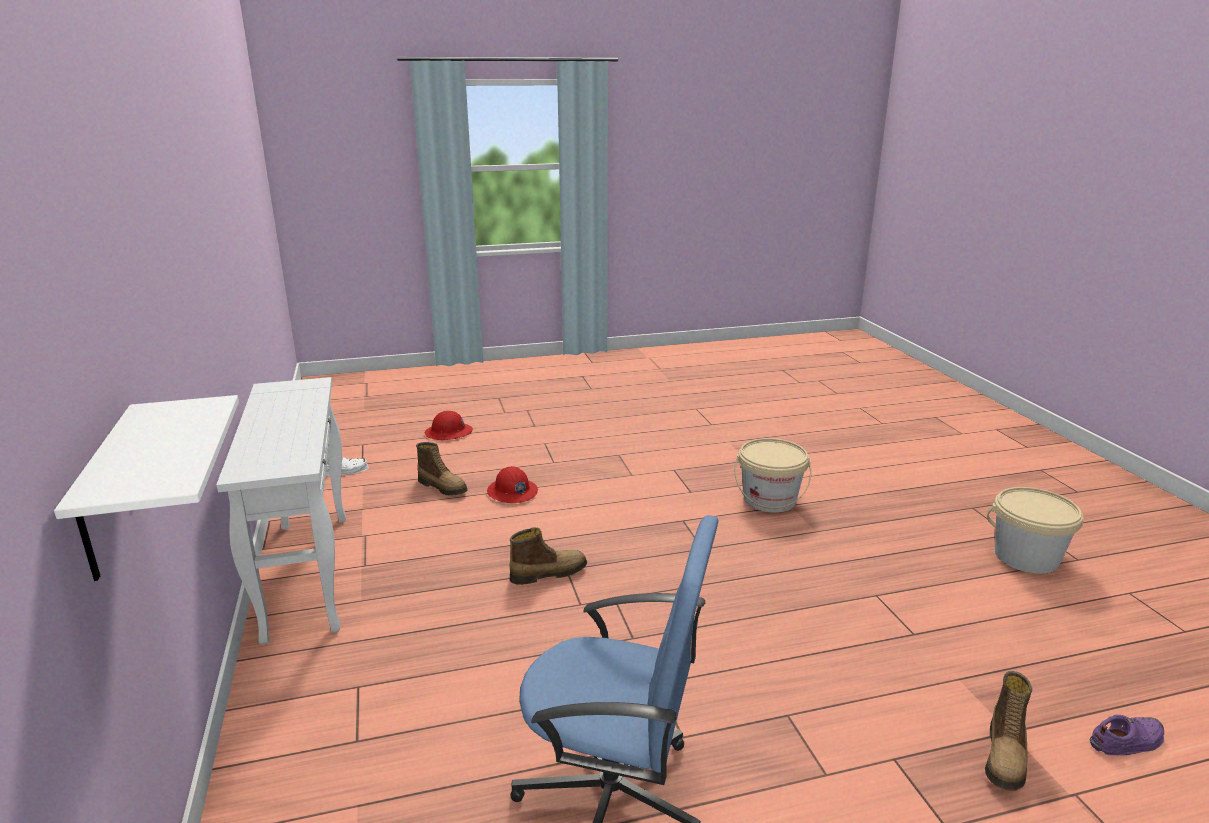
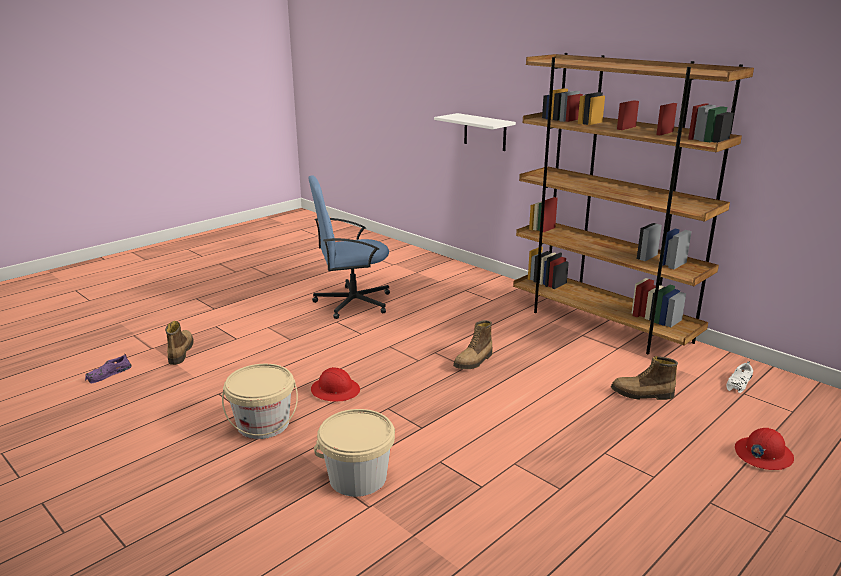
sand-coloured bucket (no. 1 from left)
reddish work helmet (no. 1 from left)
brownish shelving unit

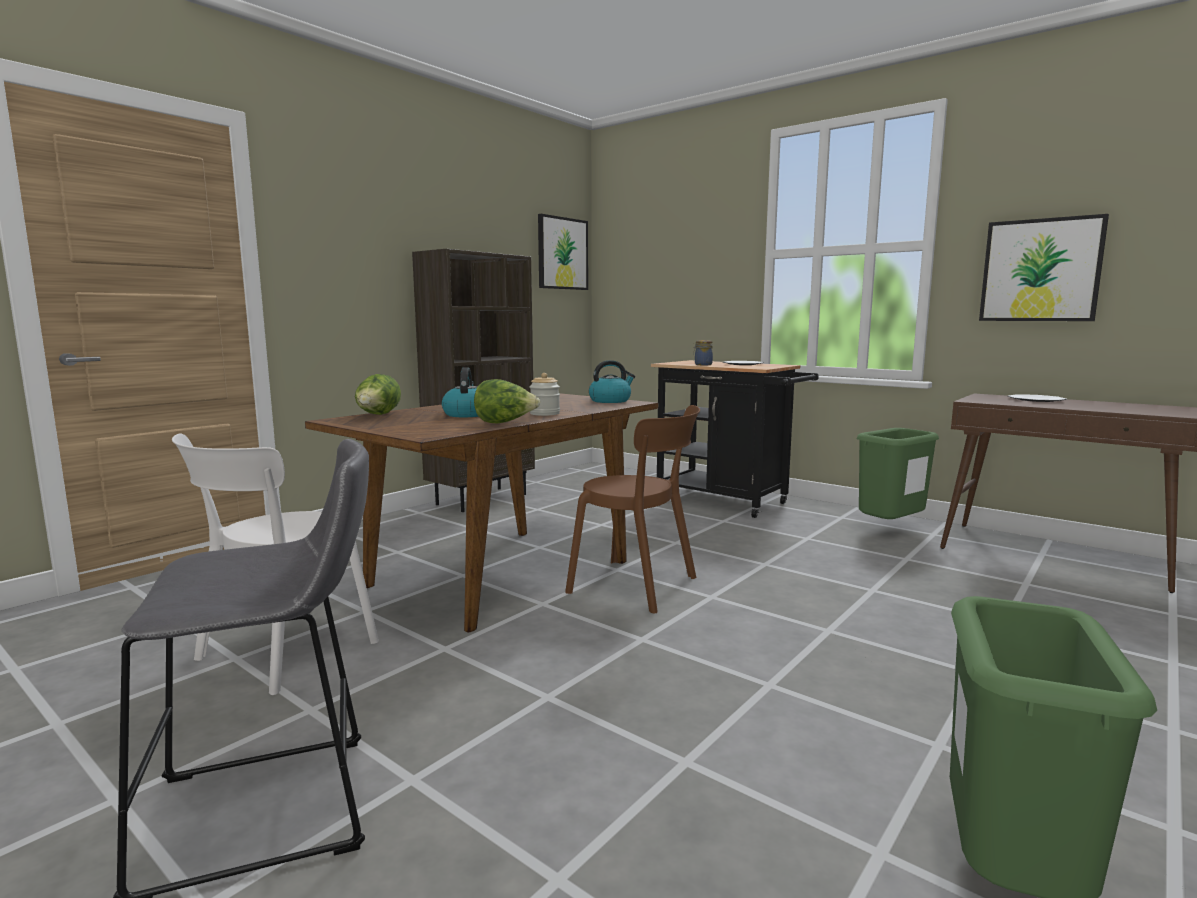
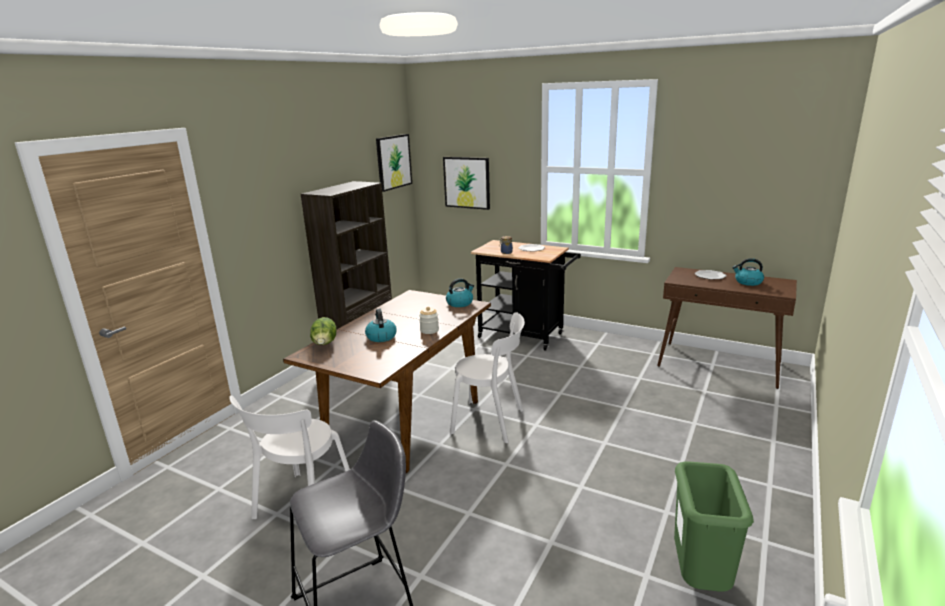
wall art (no. 2 from left)
white-coloured upright chair (no. 2 from left)
tea kettle (no. 3 from left)
lettuce (no. 2 from left in the first image)
green-coloured trash can (no. 1 from left in the first image)

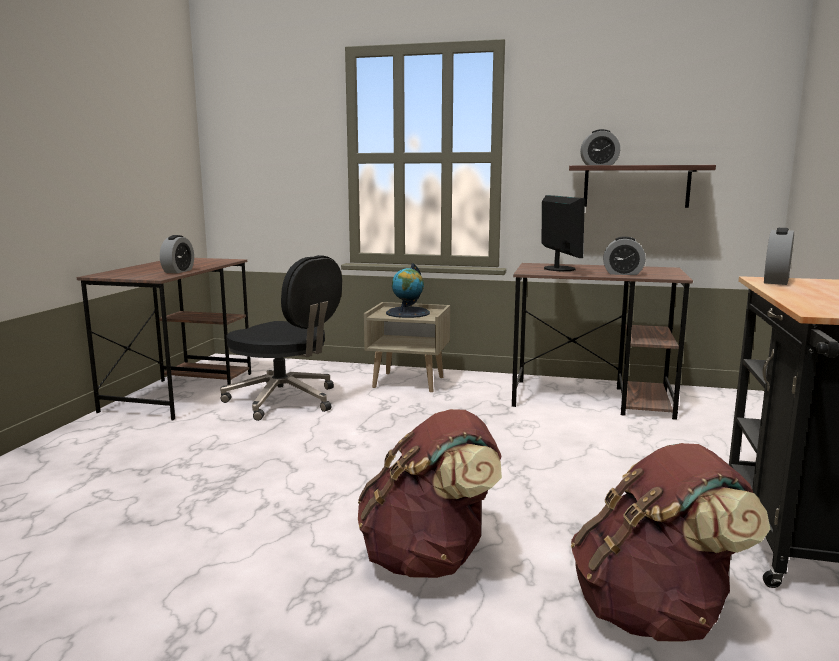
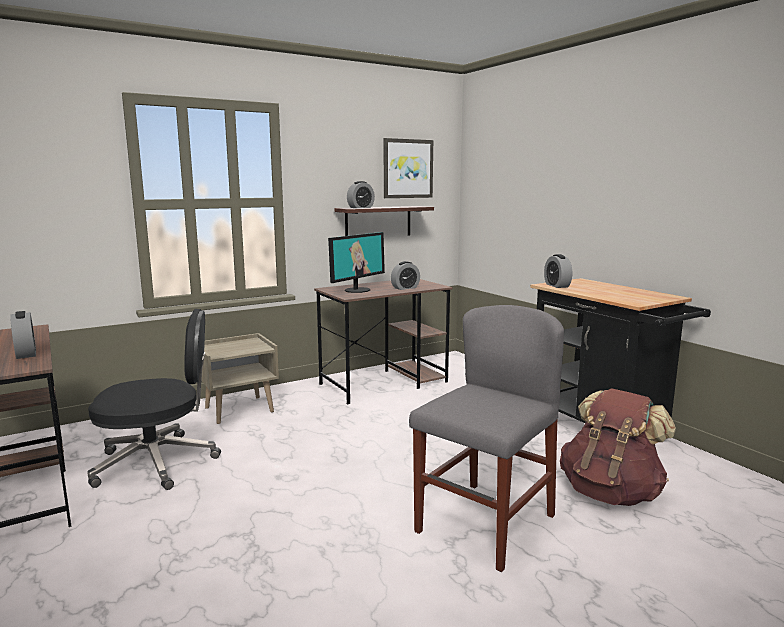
computer screen
wall art
gray upright chair
globe

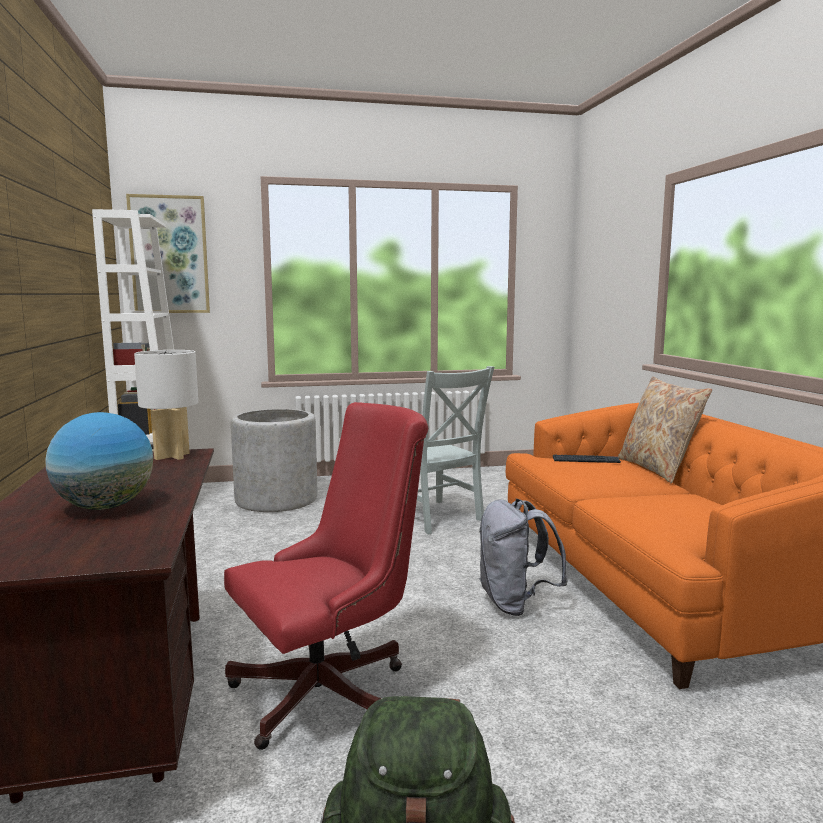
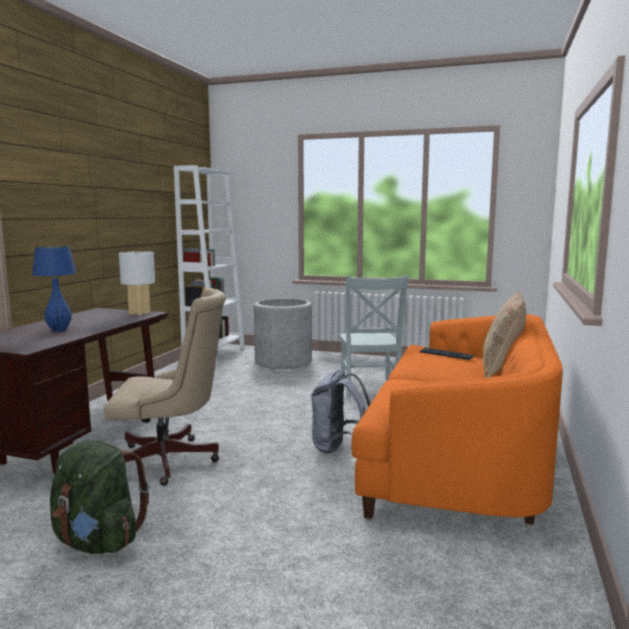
blue tabletop lamp
sand-coloured office chair
wall art

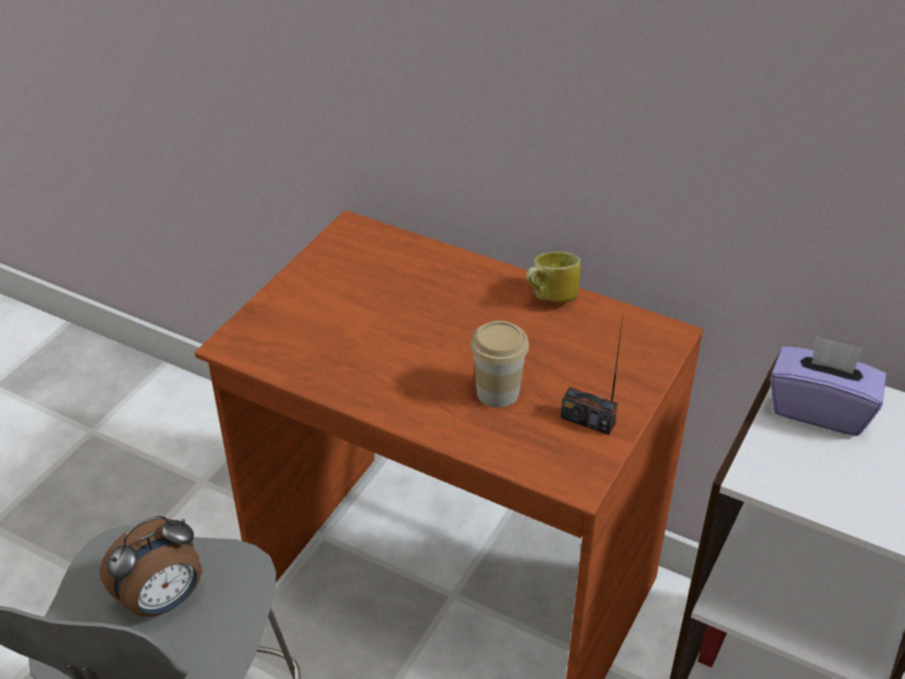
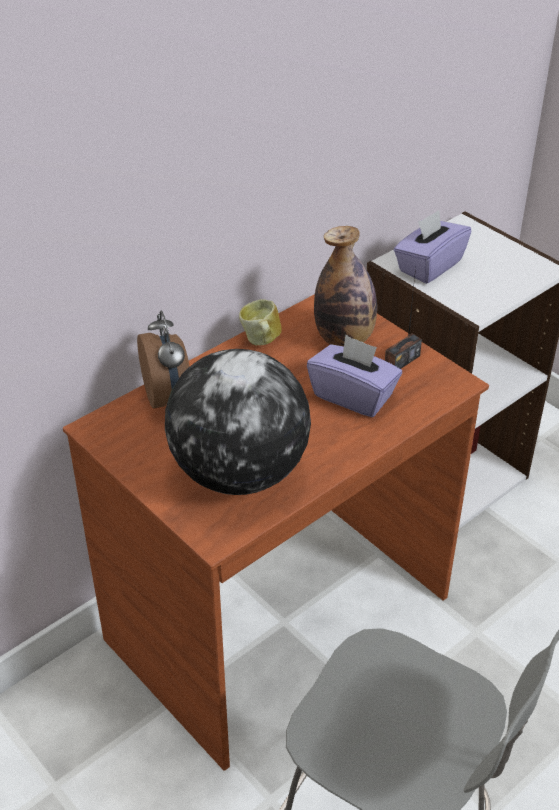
bedside clock
globe
purple tissue box (no. 1 from left)
drink bottle

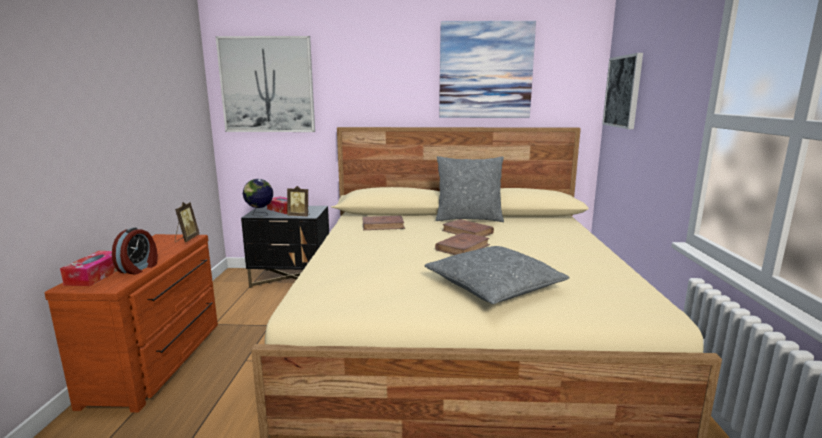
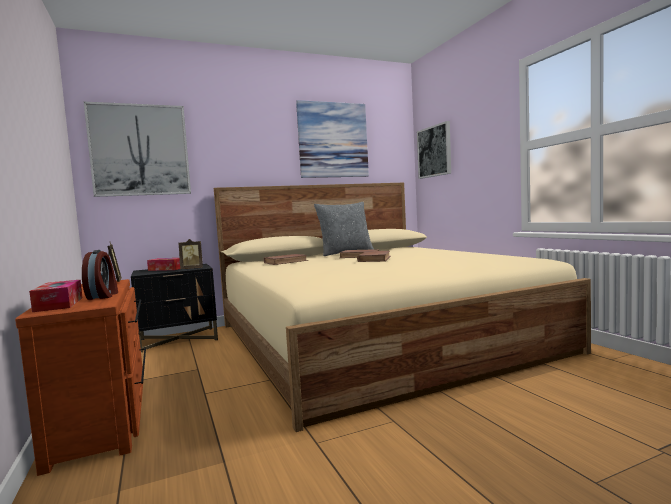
globe
gray cushion (no. 2 from left in the first image)

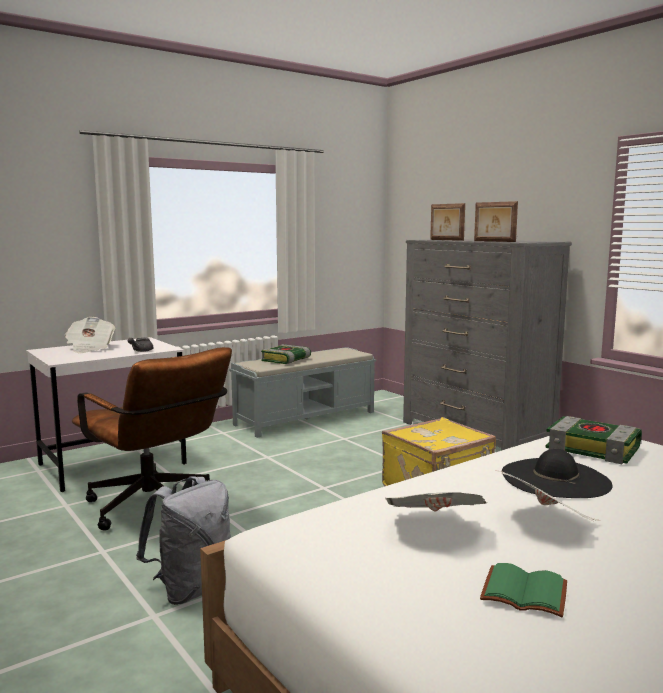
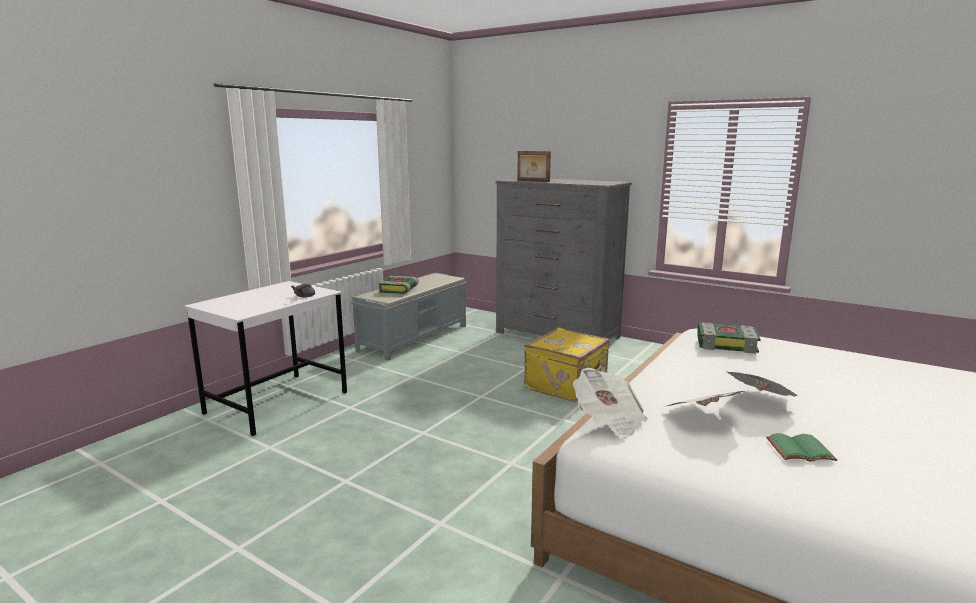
newspaper (no. 1 from left)
brownish office chair
gray backpack
picture frame (no. 2 from left in the first image)
black-coloured hat

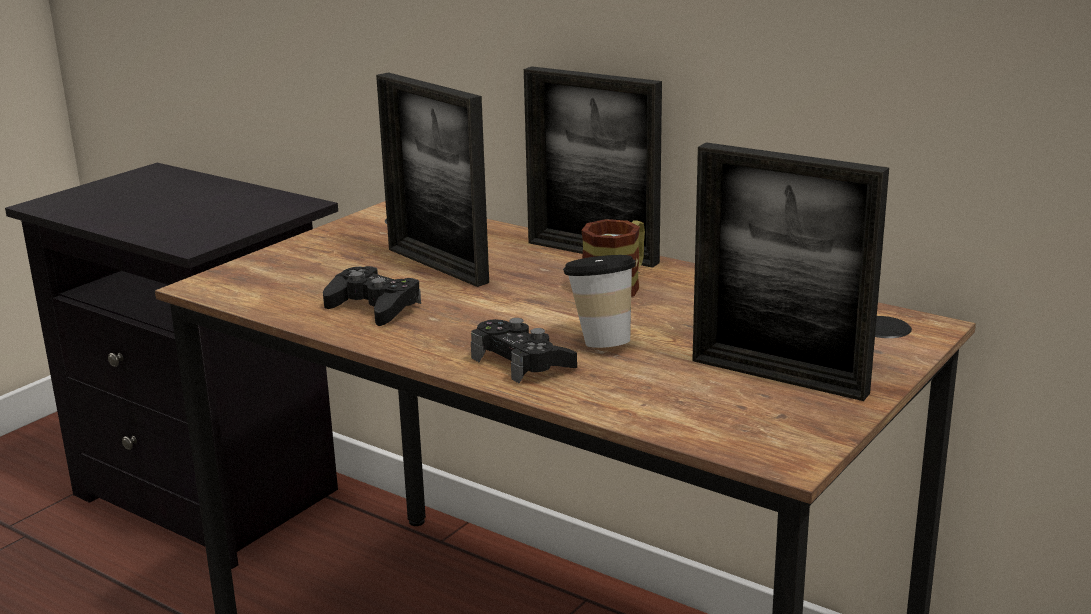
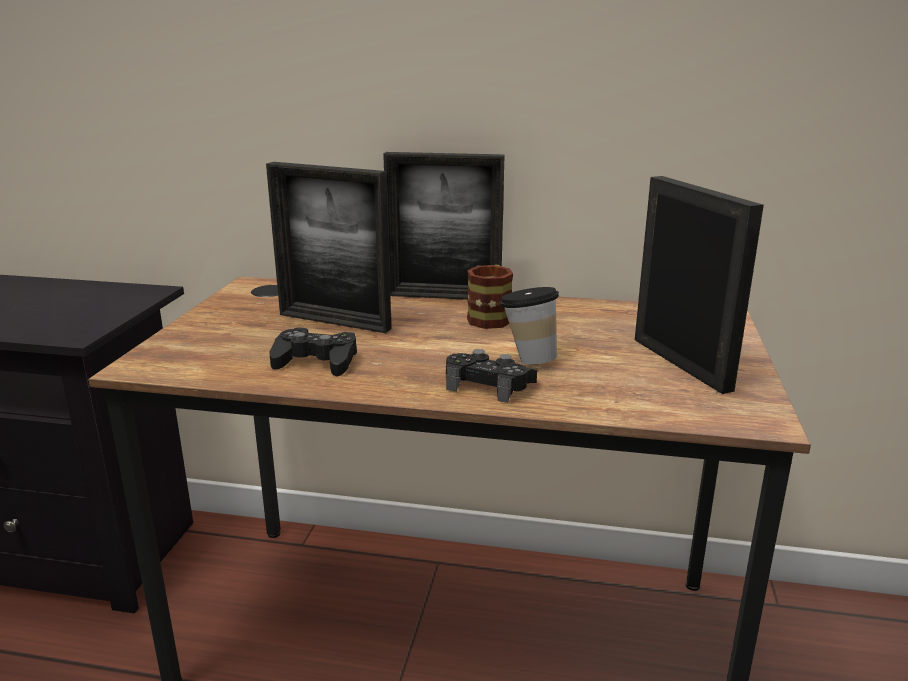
picture frame (no. 3 from left)

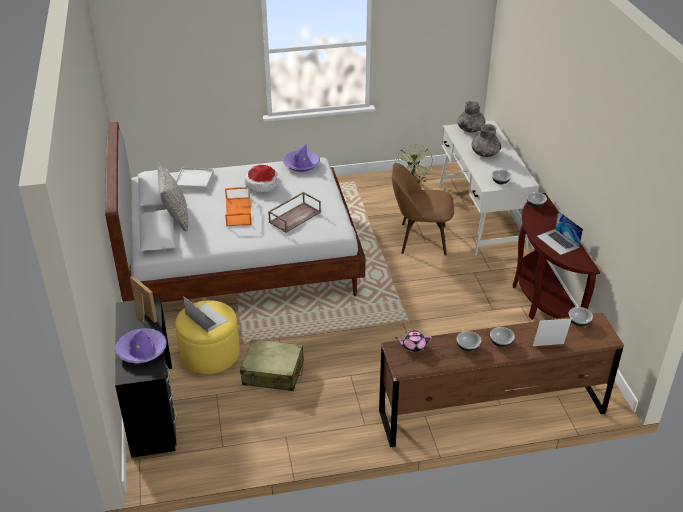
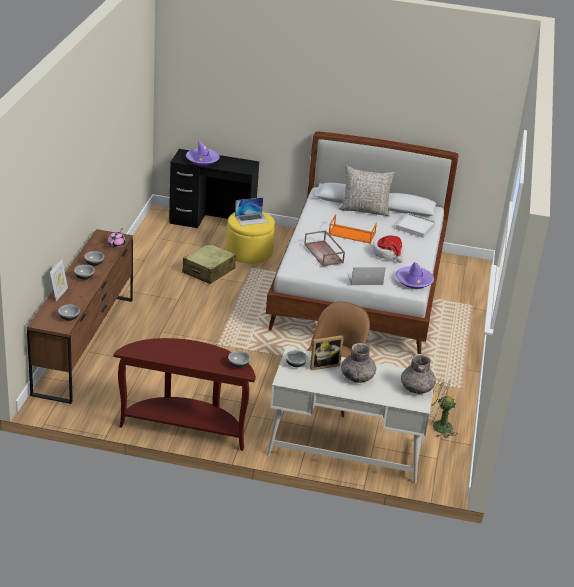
picture frame (no. 2 from left)
laptop (no. 2 from left)

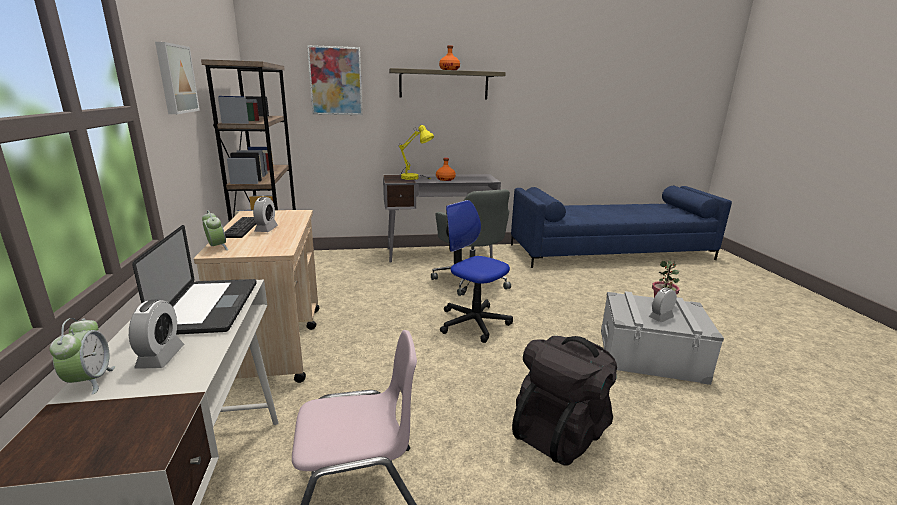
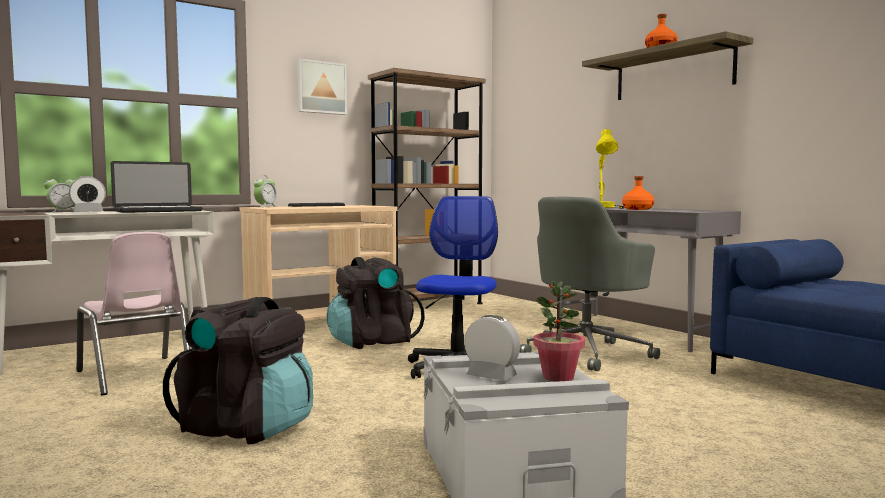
black-coloured backpack (no. 2 from left)
bedside clock (no. 4 from left in the first image)
wall art (no. 2 from left in the first image)

